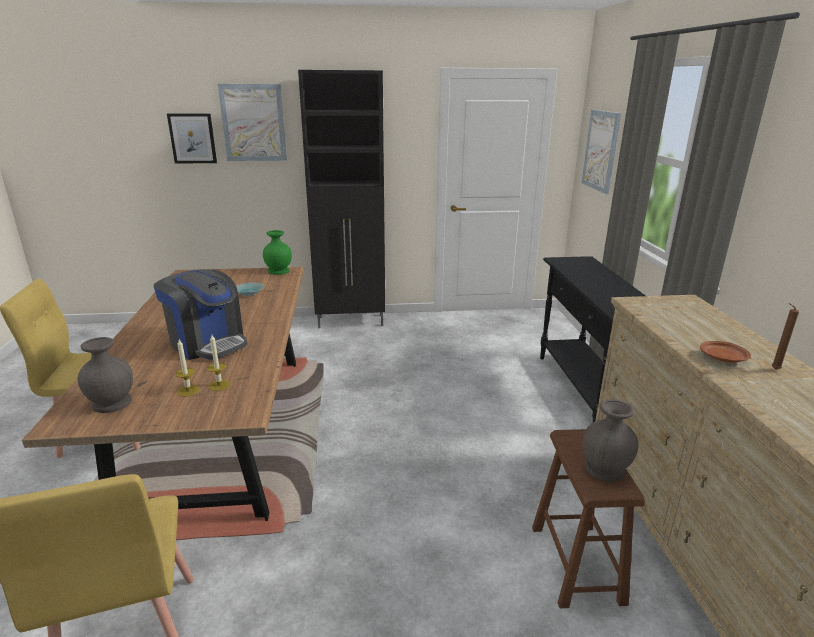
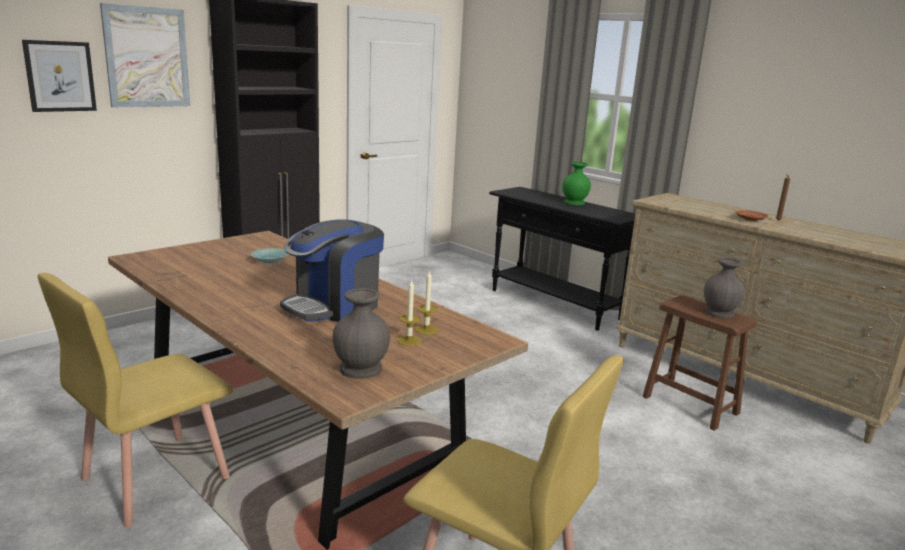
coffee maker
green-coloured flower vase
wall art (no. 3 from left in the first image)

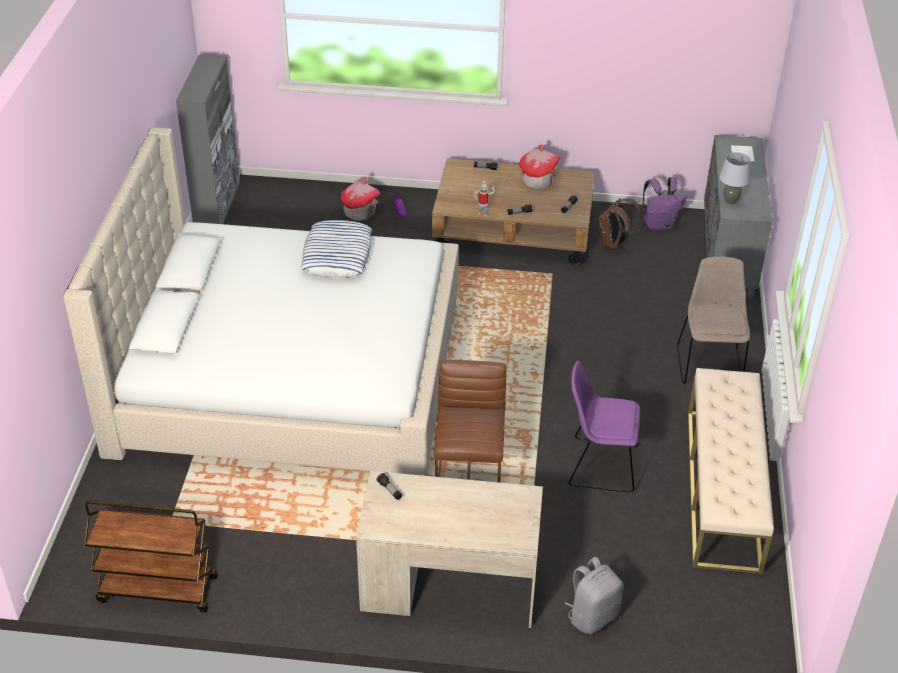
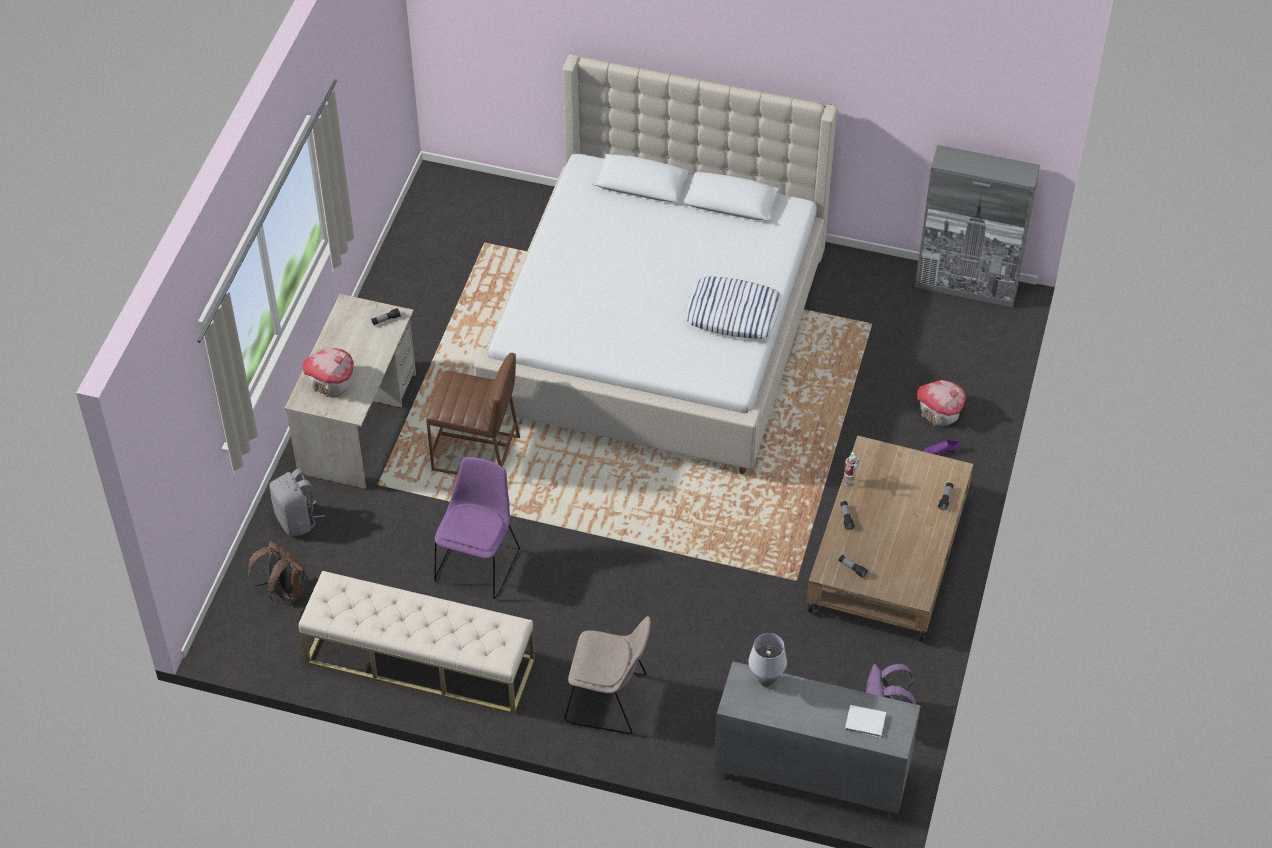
brownish backpack
model house (no. 1 from left)
brownish cart

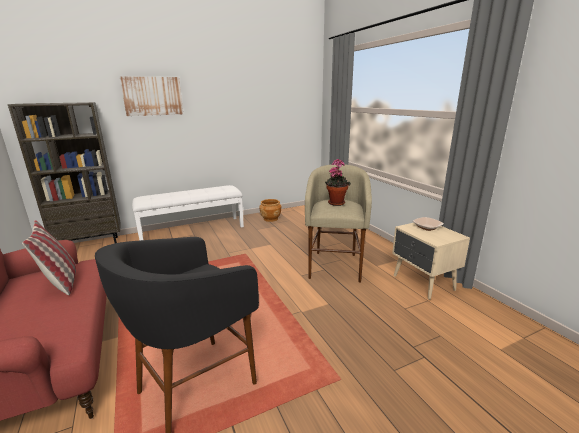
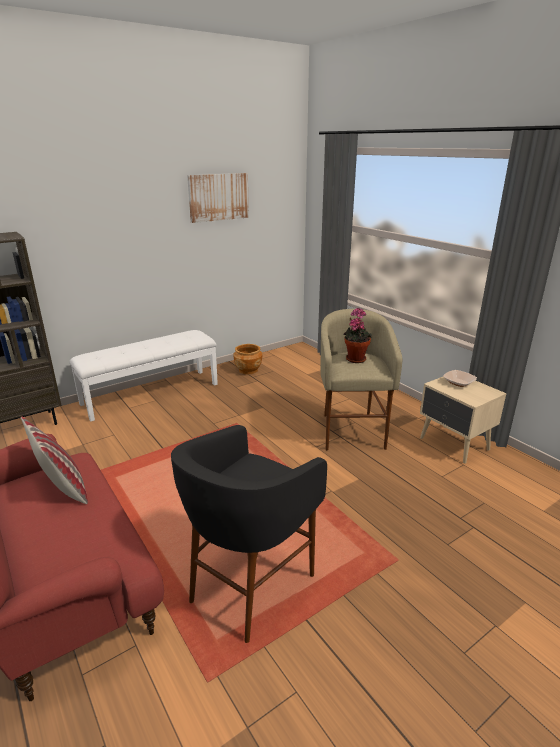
wall art

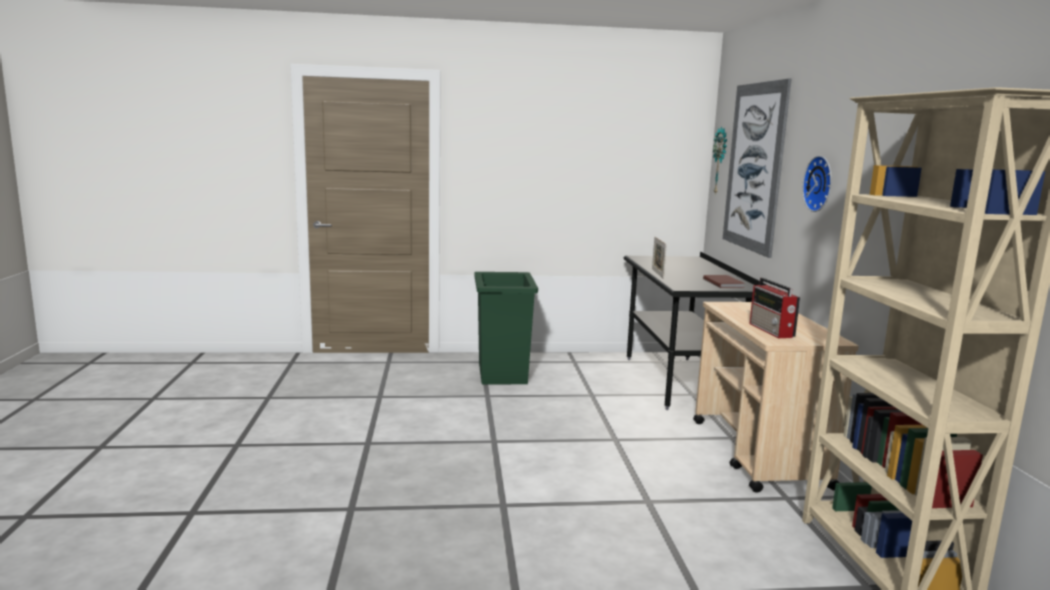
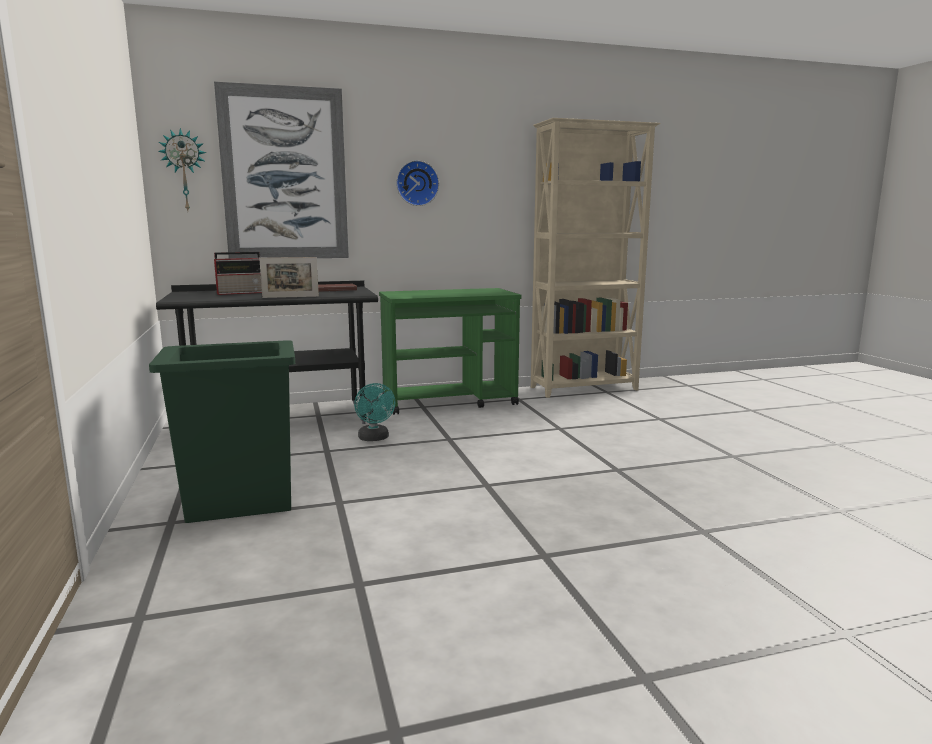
radio
blue-green cooling fan
green-coloured cart

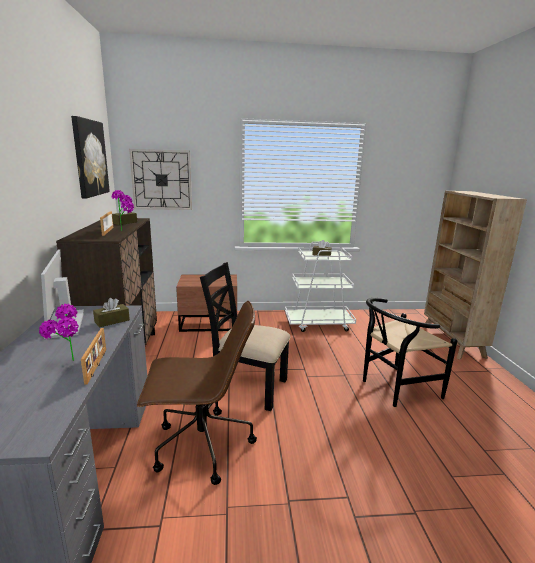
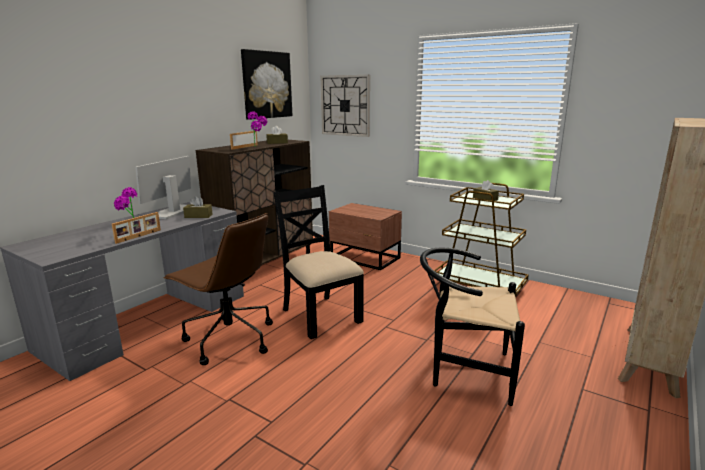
brownish cart

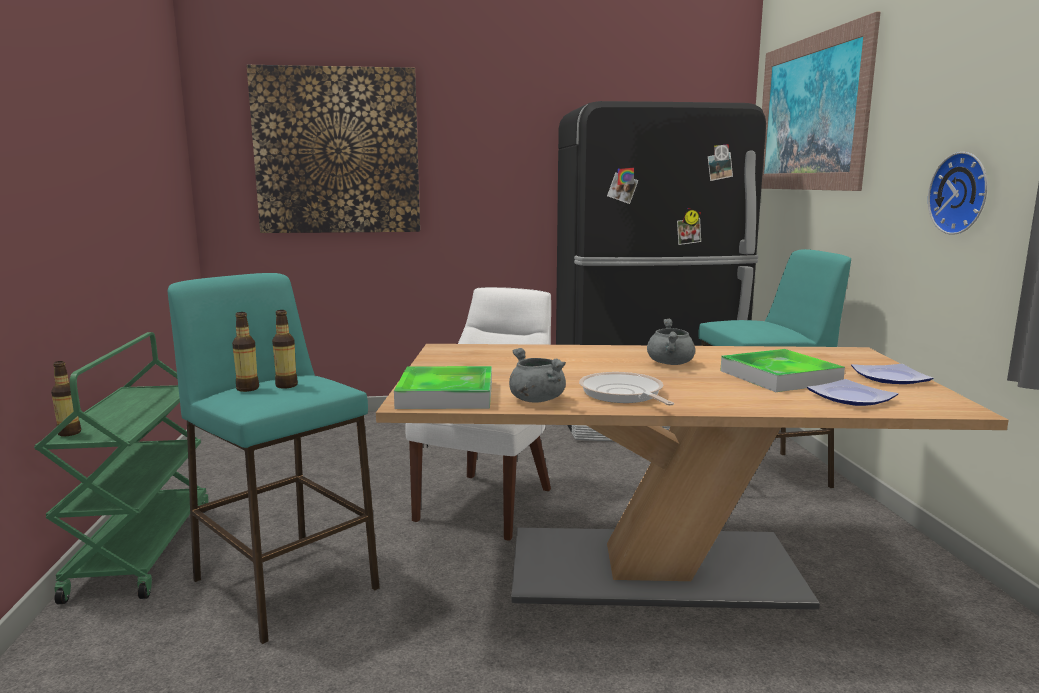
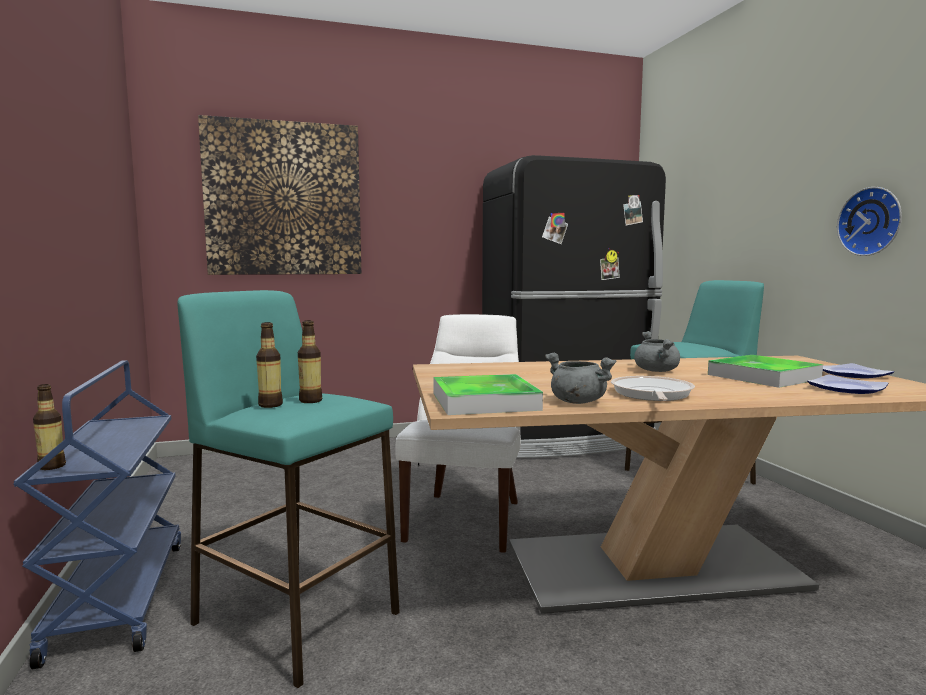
blue cart
pan
wall art (no. 2 from left in the first image)

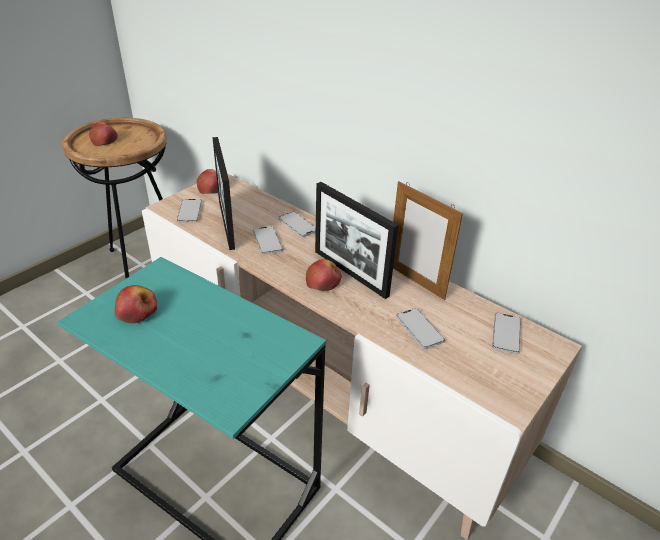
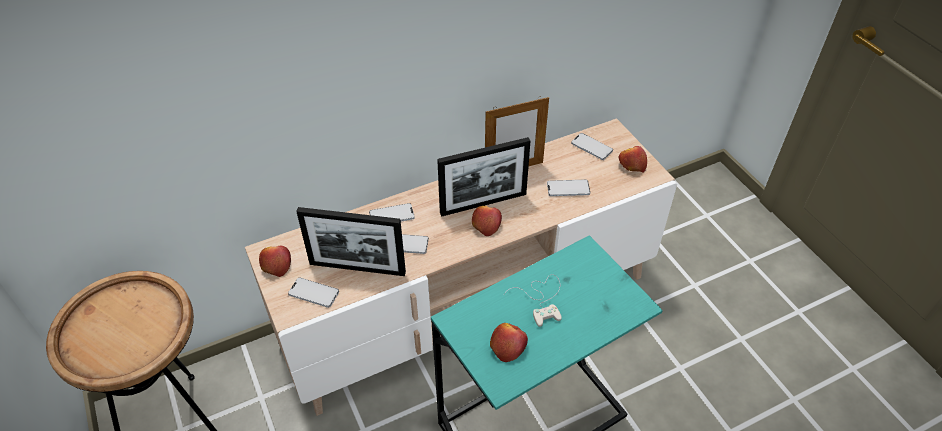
white-coloured joypad
whole apple (no. 4 from left)

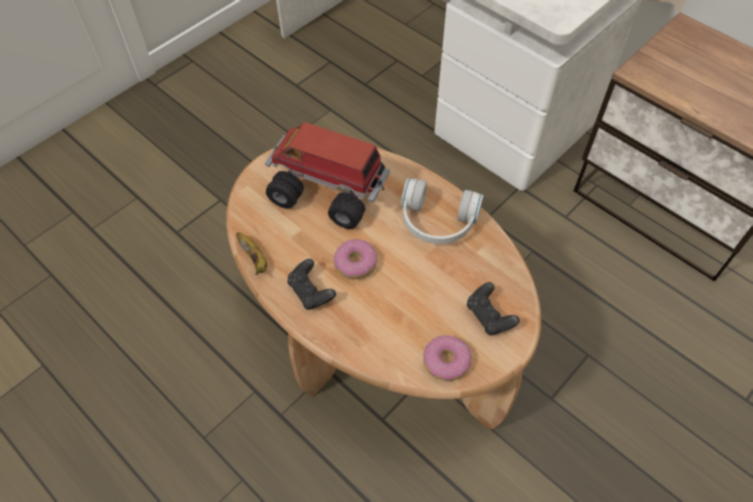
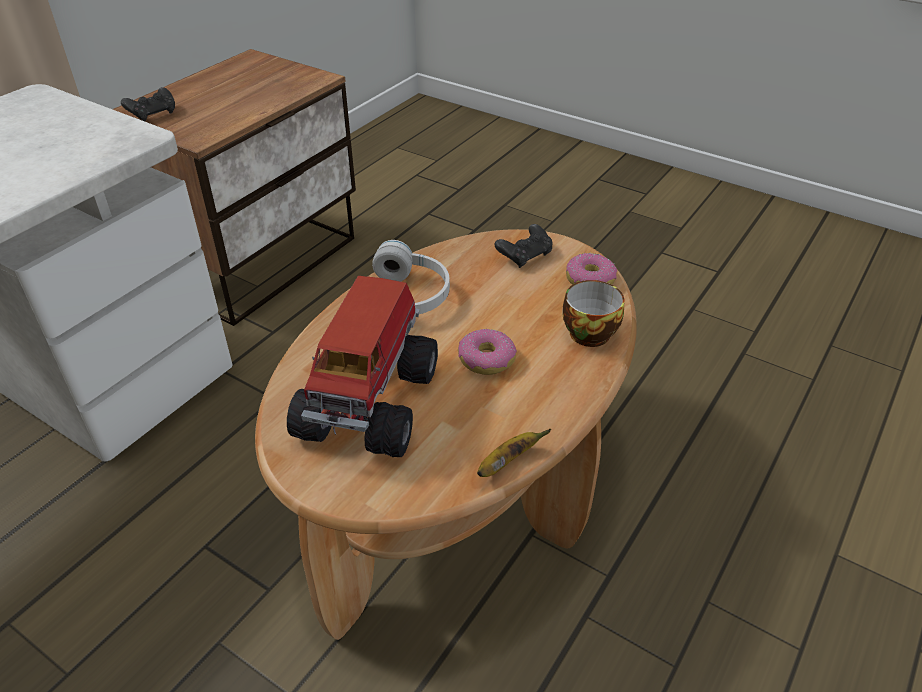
black-coloured joypad (no. 1 from left)
cup

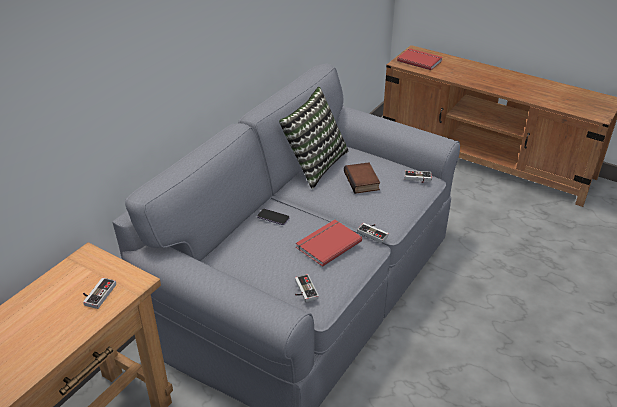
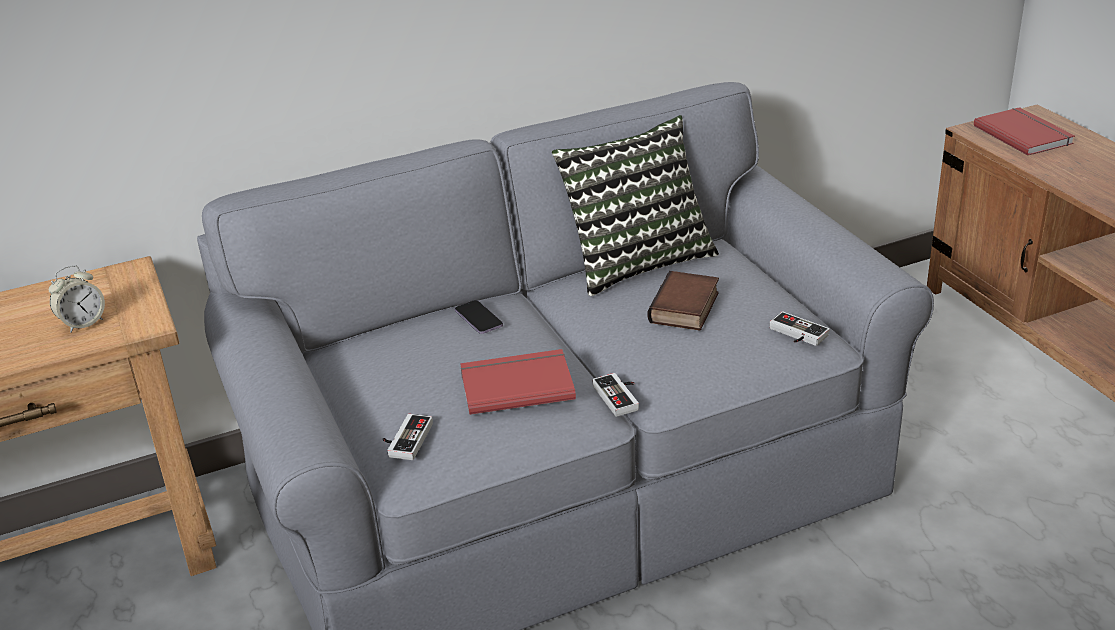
bedside clock

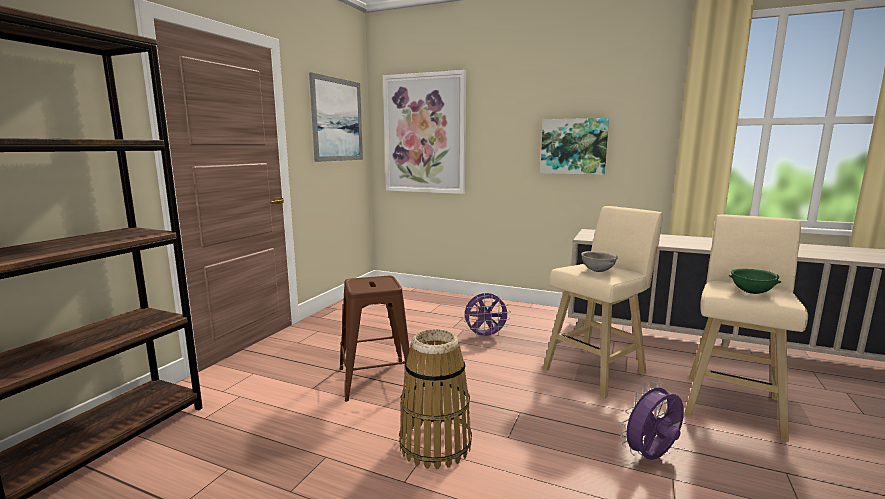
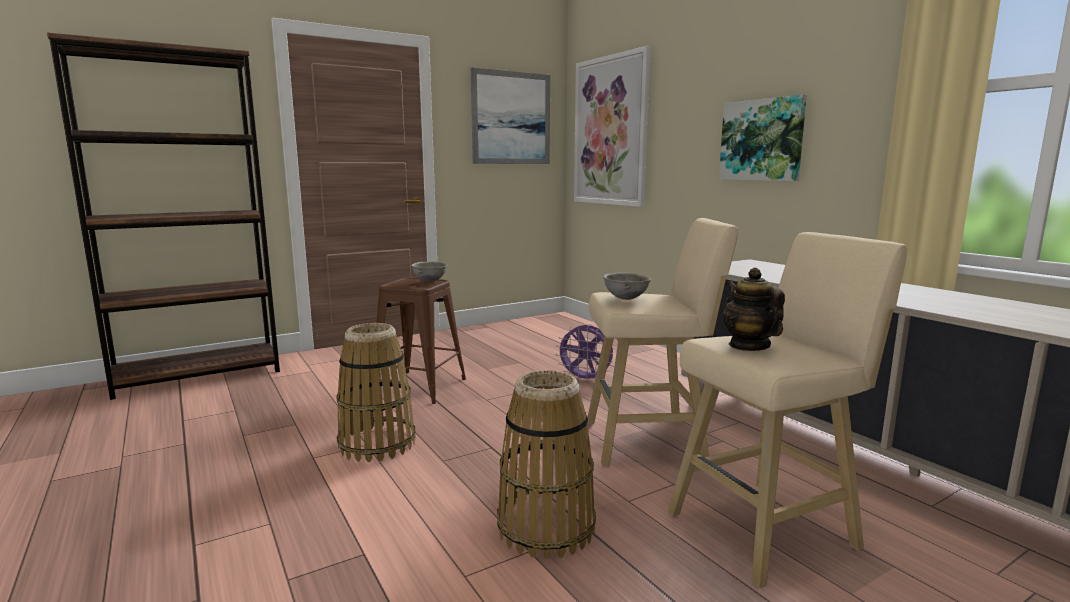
gray serving bowl (no. 1 from left)
household basket (no. 2 from left)
pot for tea

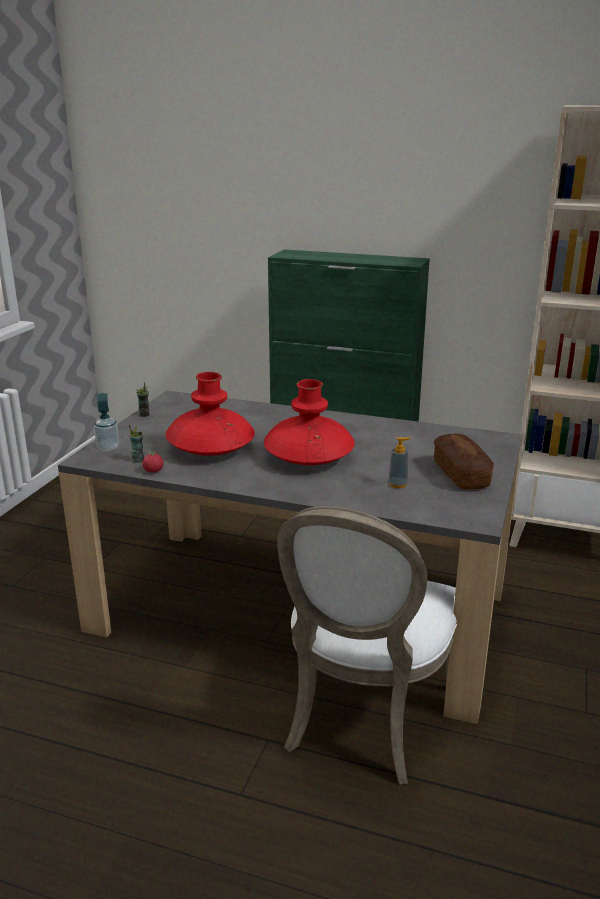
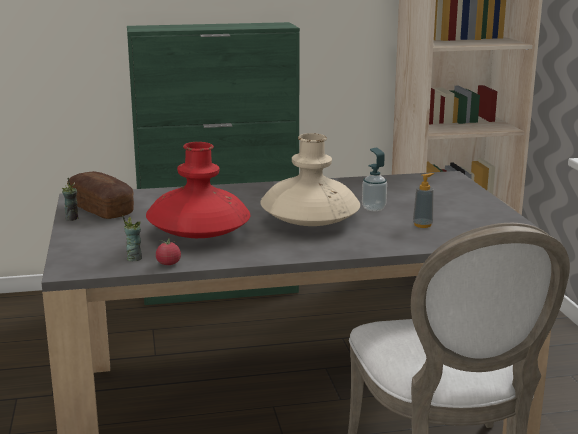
bread
sand-coloured flower vase
liquid soap bottle (no. 1 from left)

